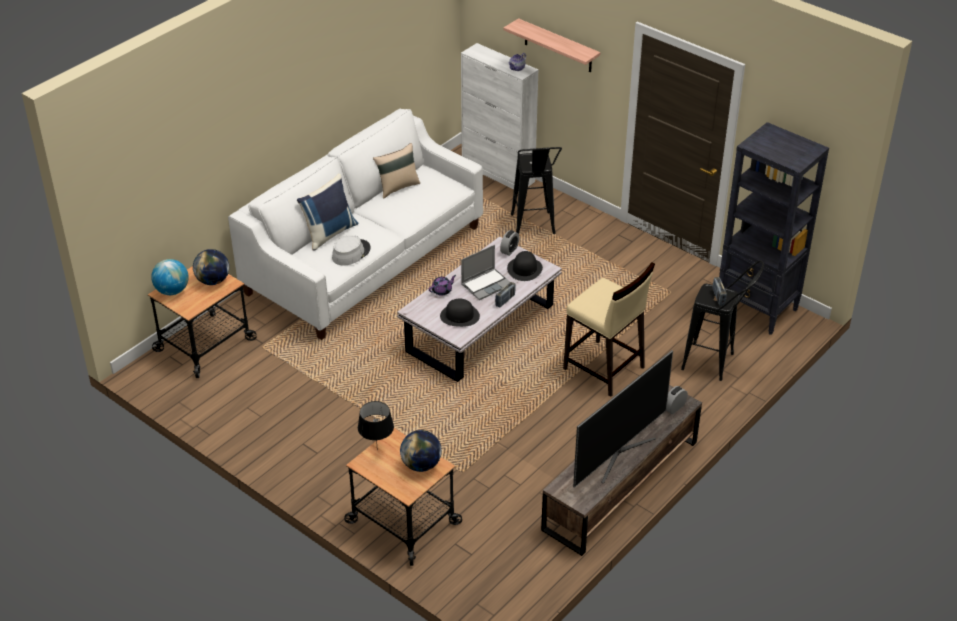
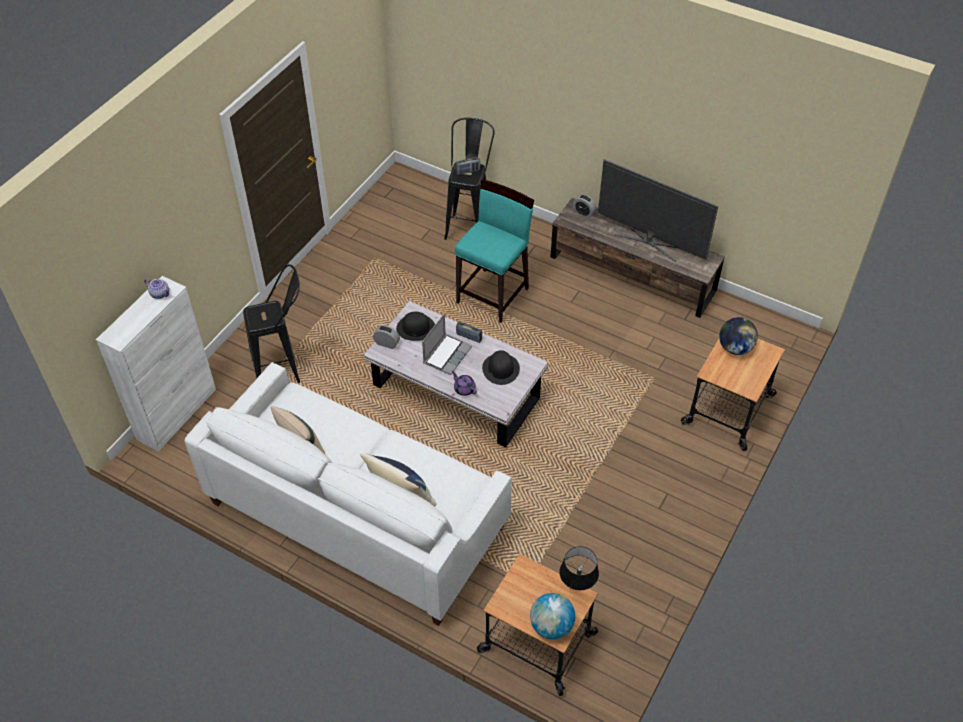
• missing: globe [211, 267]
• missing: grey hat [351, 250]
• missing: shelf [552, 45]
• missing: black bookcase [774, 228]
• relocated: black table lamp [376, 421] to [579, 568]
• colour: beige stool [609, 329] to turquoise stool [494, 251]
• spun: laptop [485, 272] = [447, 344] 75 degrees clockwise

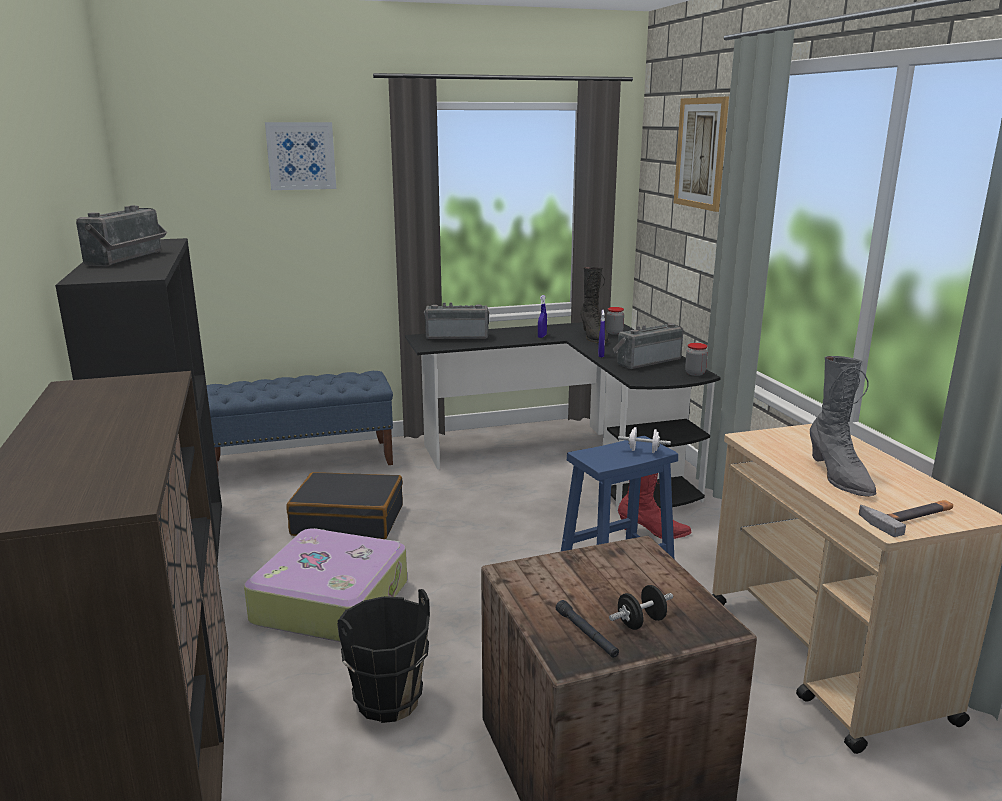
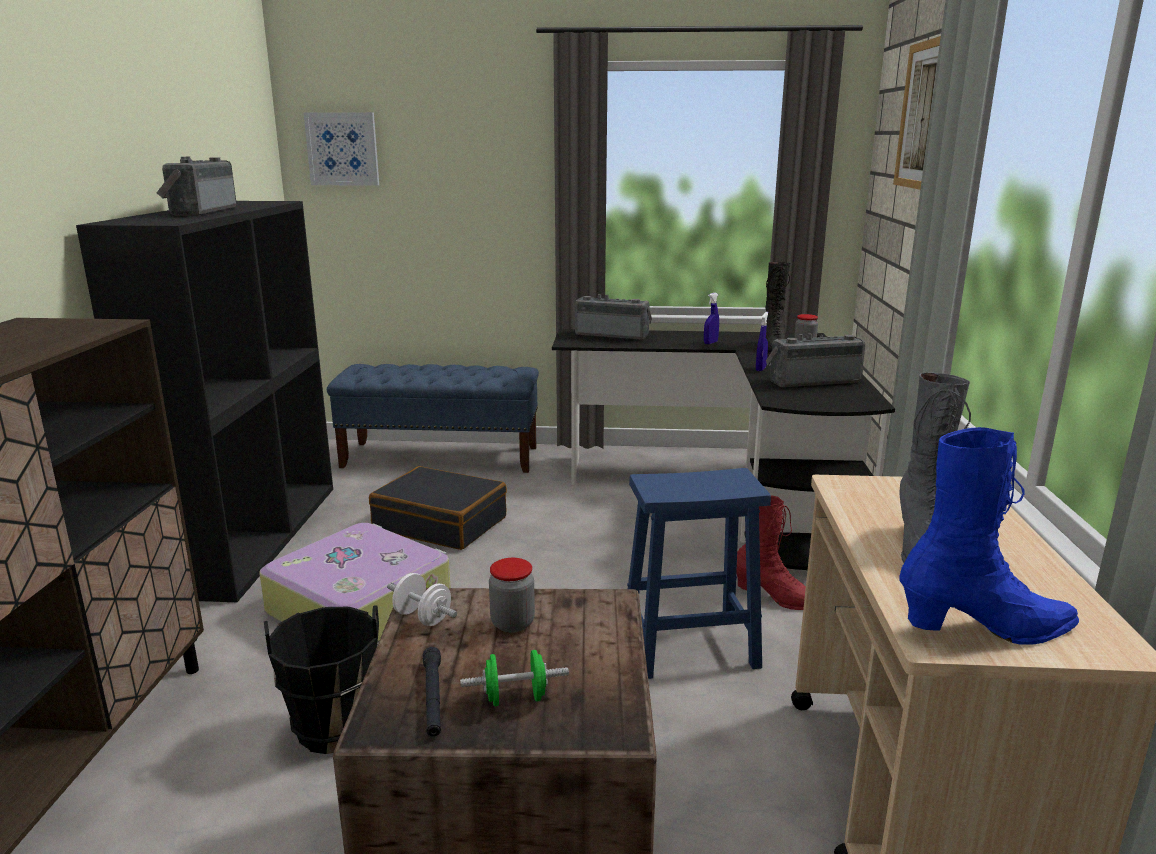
• relocated: picture [300, 156] to [341, 149]
• relocated: white dumbbell [644, 440] to [422, 599]
• relocated: jar [696, 359] to [512, 595]
• exchanged: hammer [906, 518] to blue boot [989, 536]
• colour: black dumbbell [641, 607] to green dumbbell [514, 678]
• spun: radio [121, 235] = [197, 186] 150 degrees clockwise

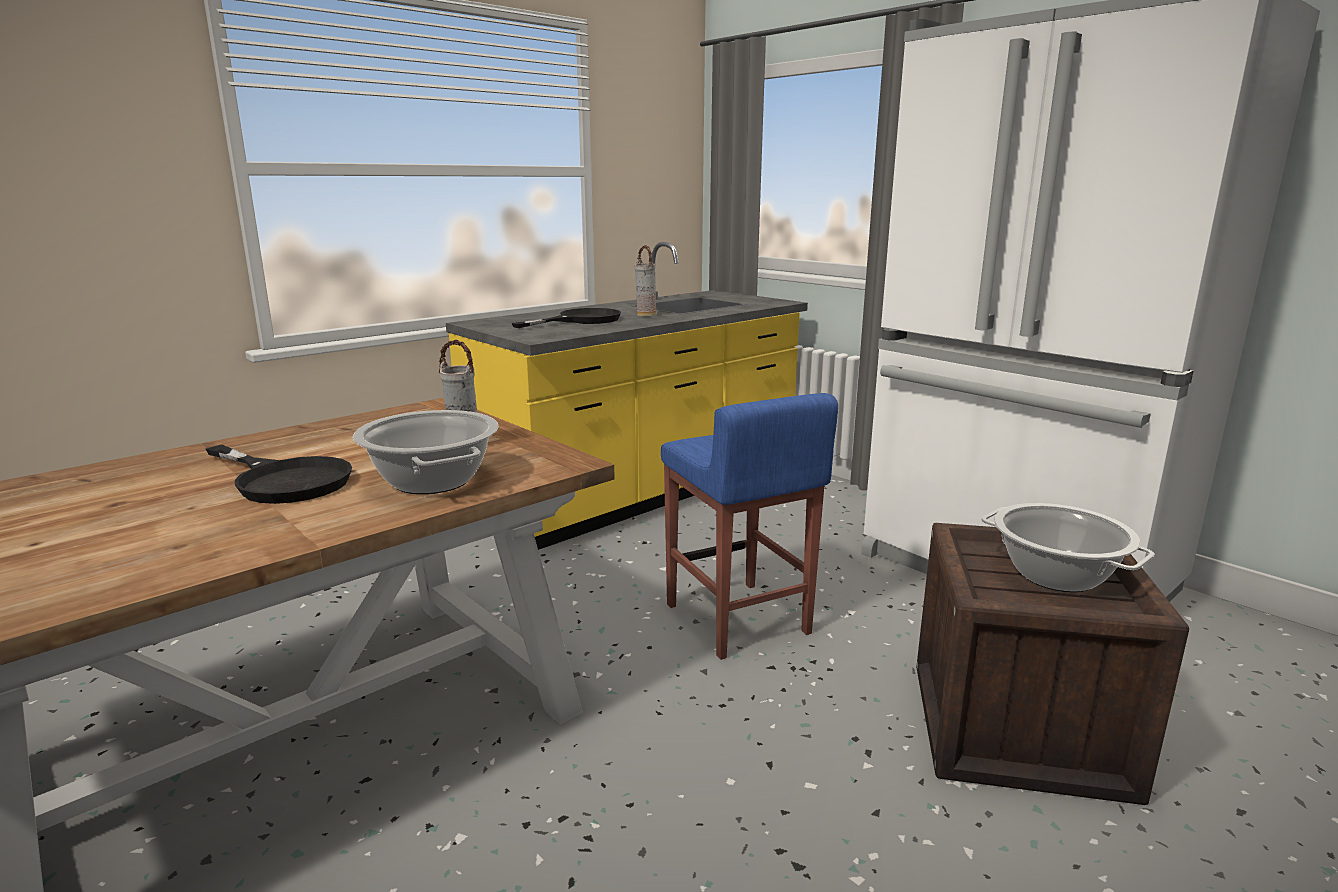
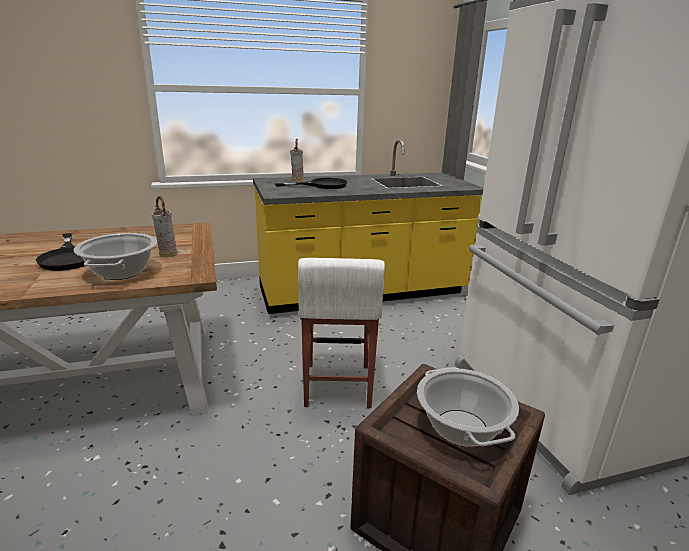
• relocated: vase [645, 280] to [297, 160]
• colour: blue stool [749, 526] to white stool [341, 333]

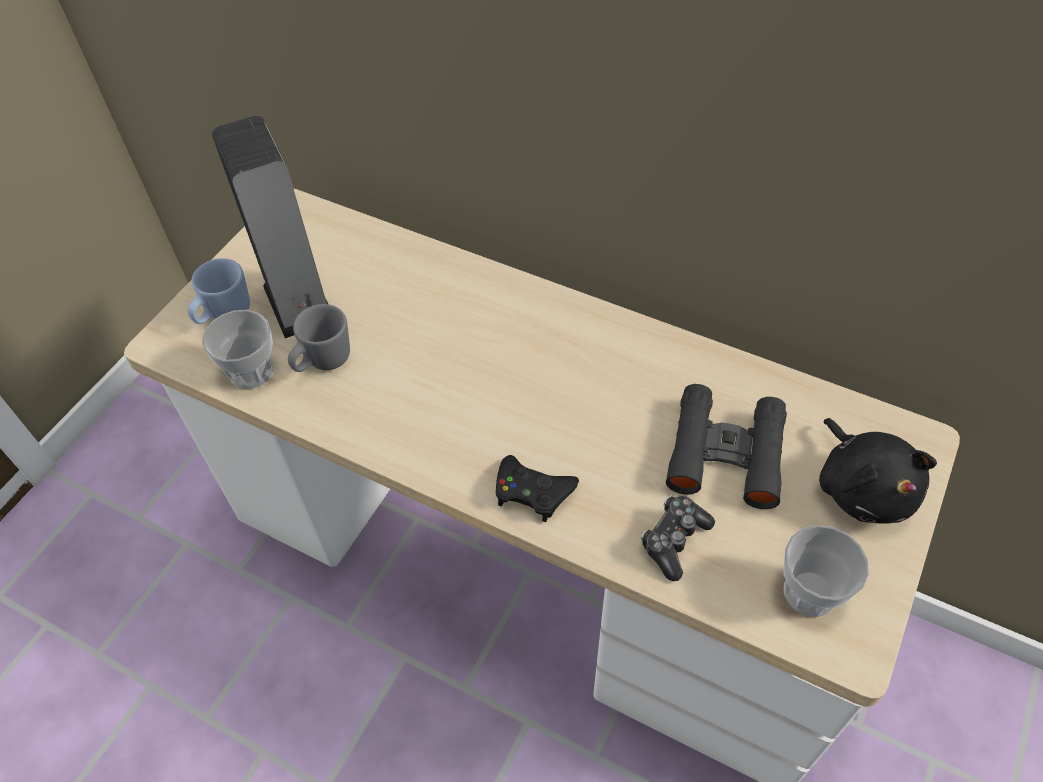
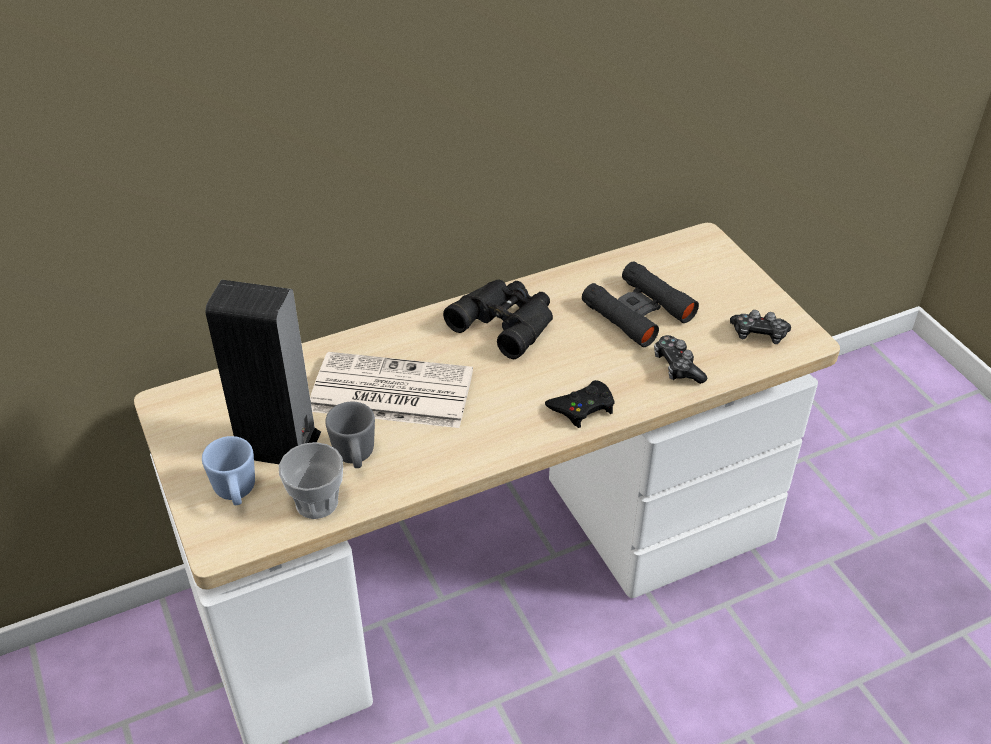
• missing: black plush toy [878, 471]
• appeared: newspaper [391, 390]
• appeared: black binoculars [498, 319]
• exchanged: cup [826, 571] to game controller [760, 327]

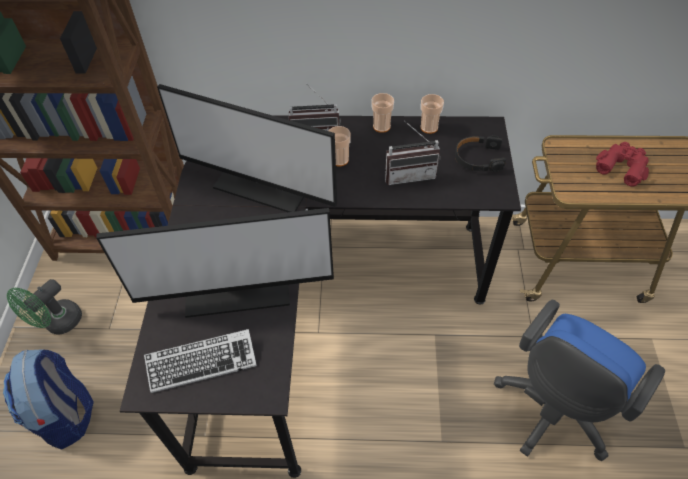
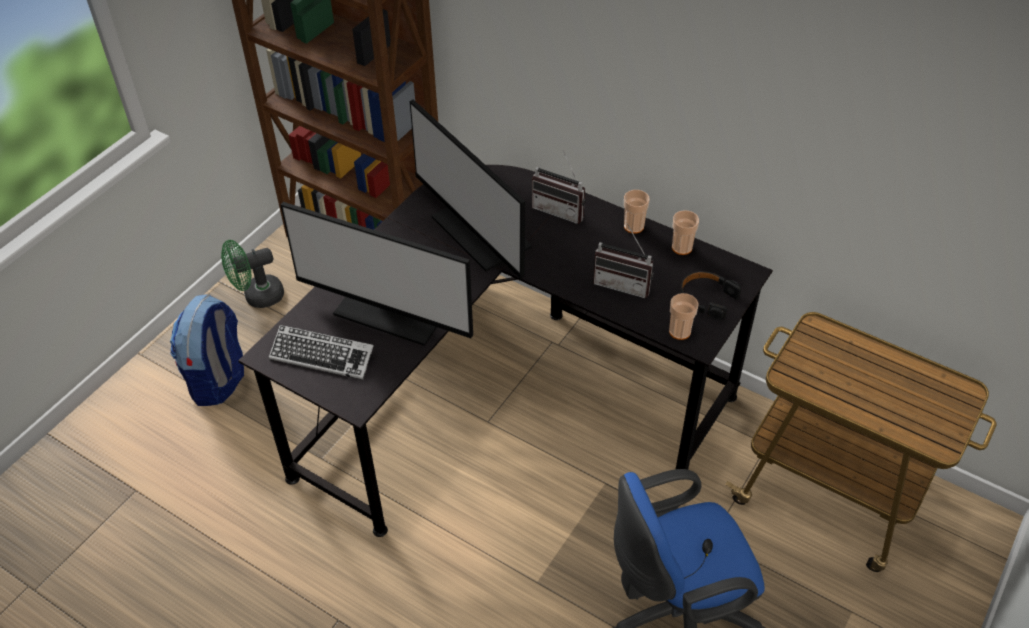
• missing: red binoculars [622, 164]
• relocated: cup [340, 146] to [684, 316]

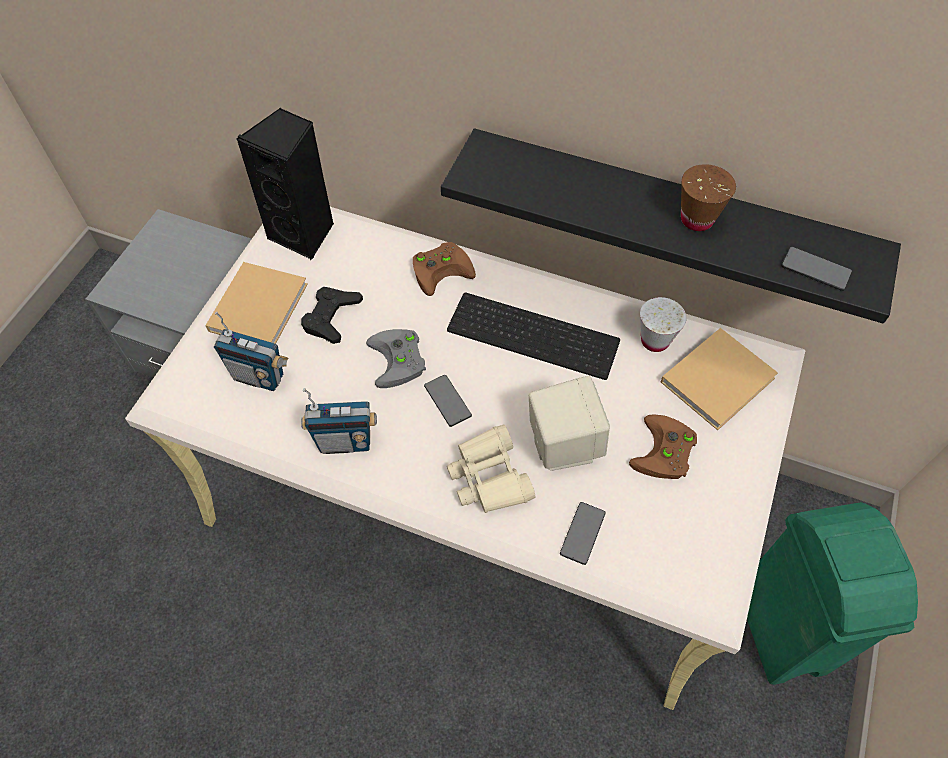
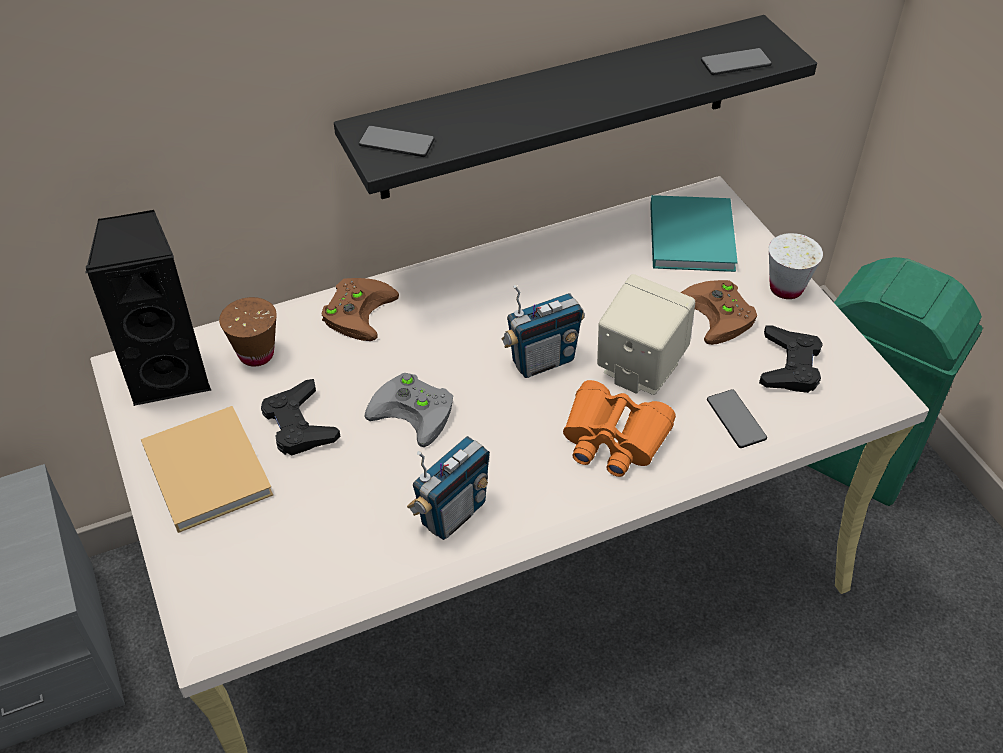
• missing: keyboard [533, 336]
• appeared: black game controller [791, 359]
• relocated: radio [251, 351] to [543, 331]
• relocated: phone [448, 401] to [397, 141]
• relocated: white cup [663, 324] to [796, 266]
• relocated: brown cup [708, 197] to [248, 332]
• colour: beige binoculars [491, 468] to orange binoculars [619, 428]
• colour: beige book [719, 379] to turquoise book [694, 233]

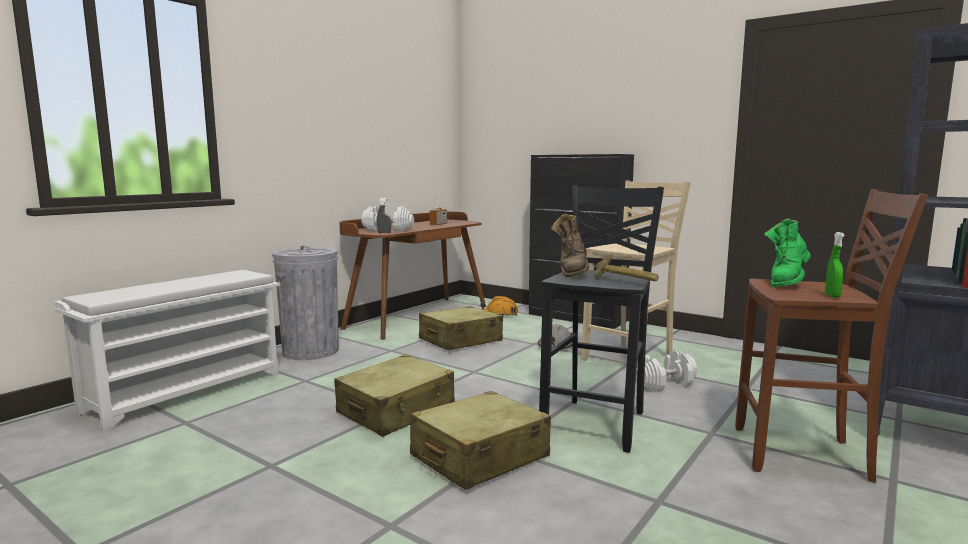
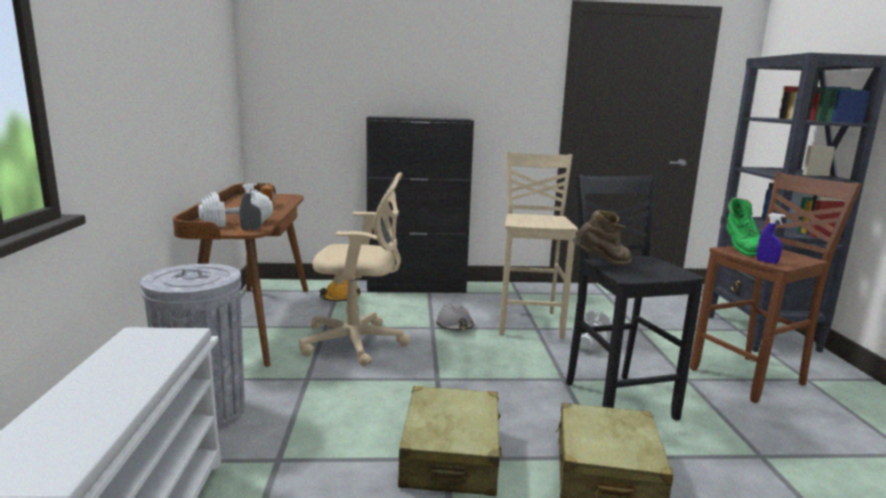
• missing: hammer [627, 268]
• missing: green spray bottle [835, 265]
• appeared: blue spray bottle [771, 238]
• exchanged: beige suitcase [461, 328] to beige office chair [354, 269]
• spun: brown boot [570, 245] = [601, 238] 75 degrees counterclockwise

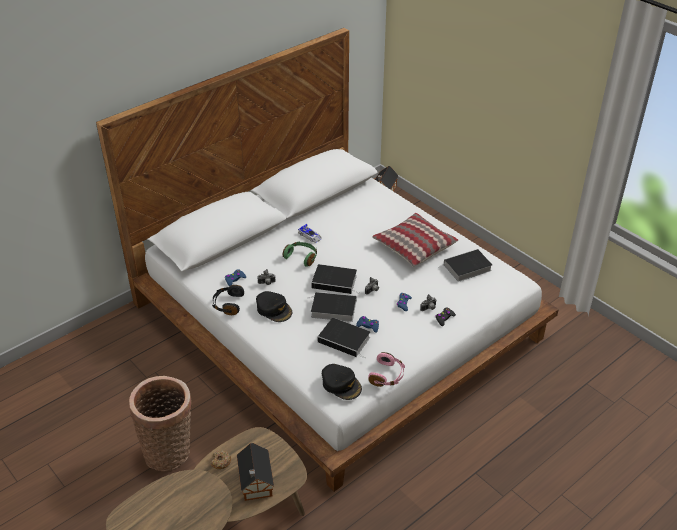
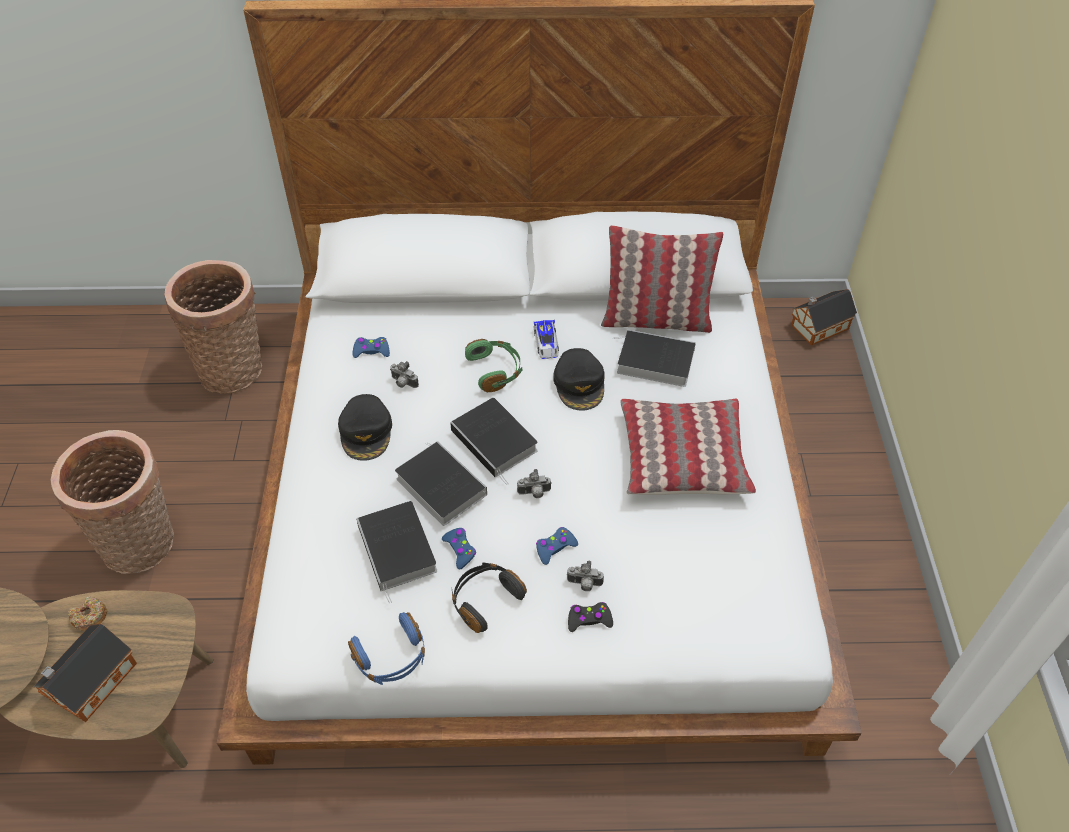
• appeared: basket [213, 327]
• appeared: pillow [662, 279]
• relocated: black headphones [228, 300] to [489, 597]
• relocated: black cap [342, 382] to [579, 379]
• relocated: book [465, 265] to [655, 358]
• colour: pink headphones [386, 369] to blue headphones [386, 648]

